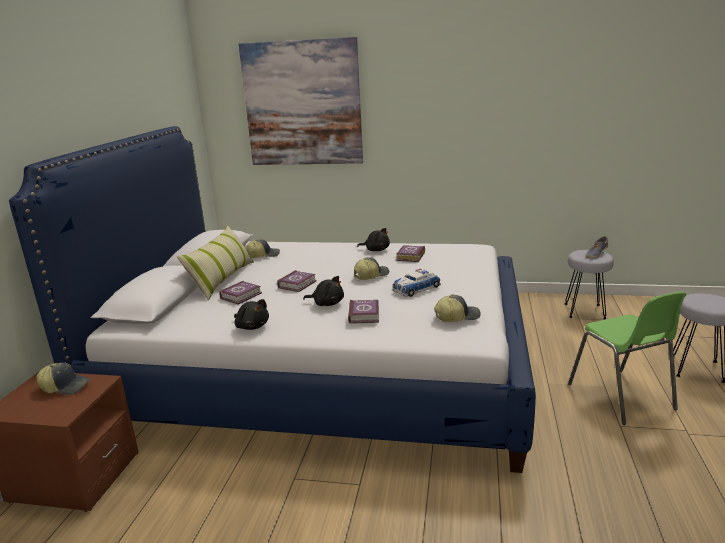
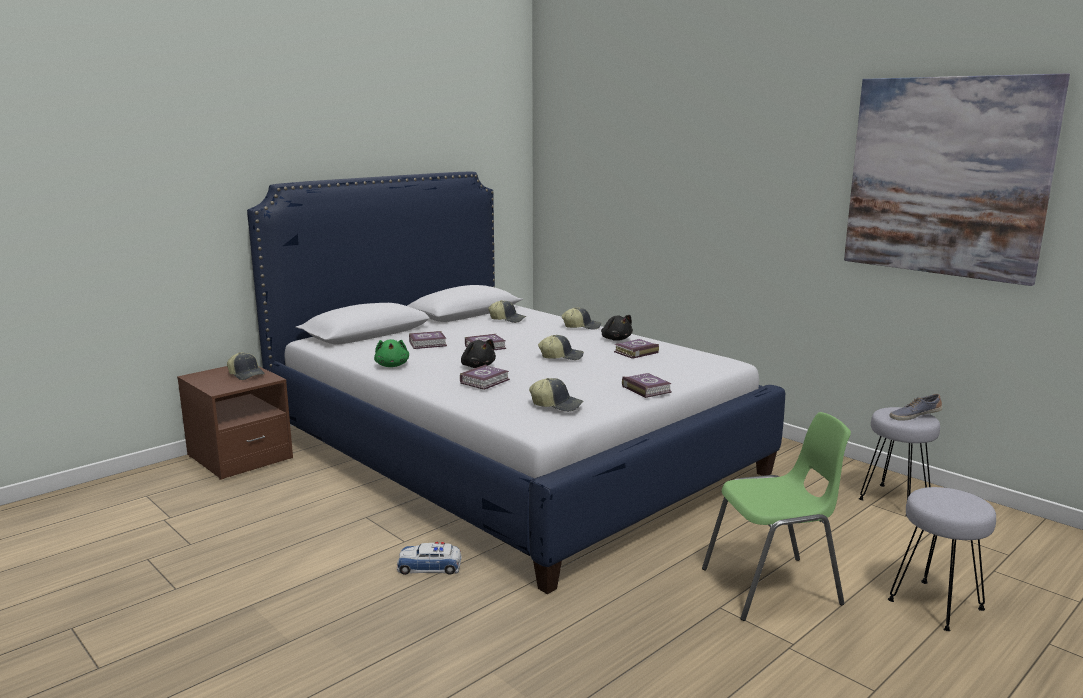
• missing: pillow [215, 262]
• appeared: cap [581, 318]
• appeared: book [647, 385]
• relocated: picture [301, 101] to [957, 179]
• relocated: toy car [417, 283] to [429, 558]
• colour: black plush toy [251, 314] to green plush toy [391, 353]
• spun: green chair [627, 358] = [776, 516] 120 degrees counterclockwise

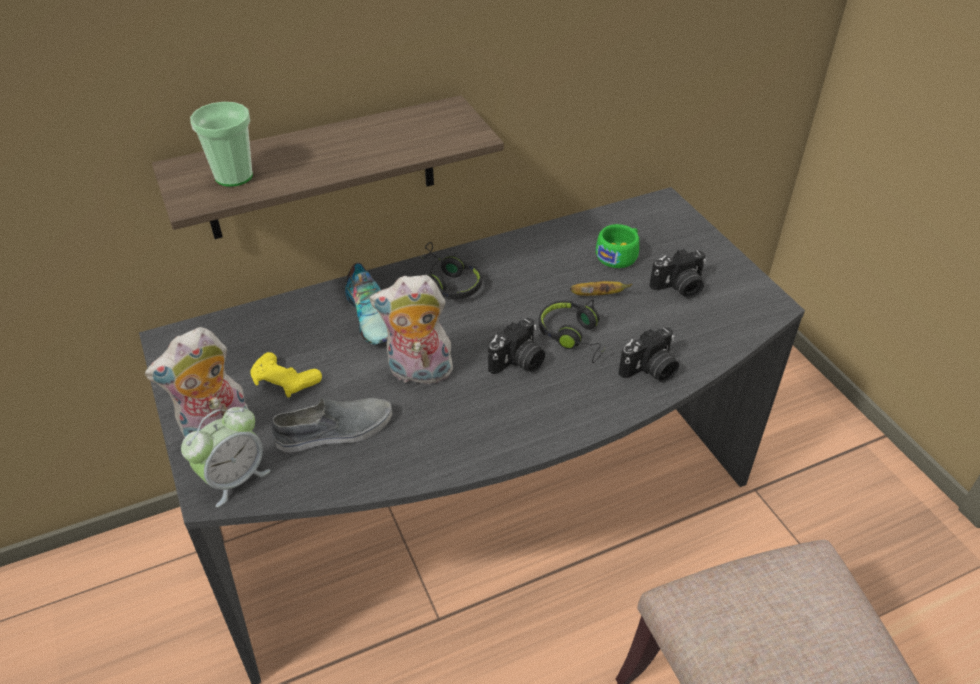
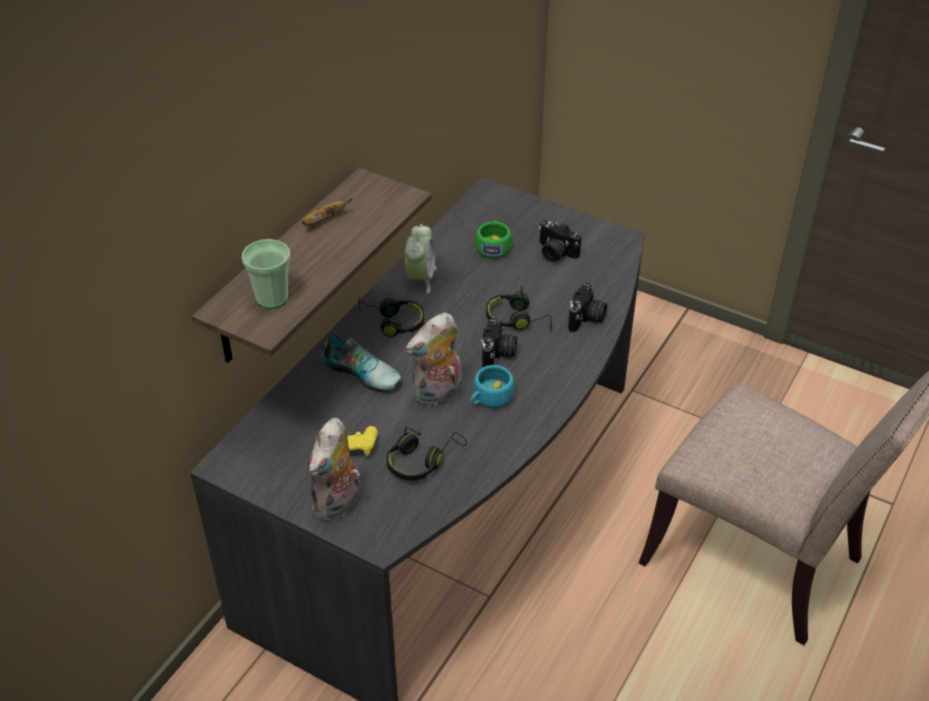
• appeared: turquoise cup [492, 386]
• relocated: alarm clock [226, 457] to [421, 258]
• relocated: banana [601, 288] to [327, 212]
• exchanged: grey shoe [332, 425] to black headphones [426, 454]
• spun: photo camera [677, 273] = [560, 241] 90 degrees clockwise

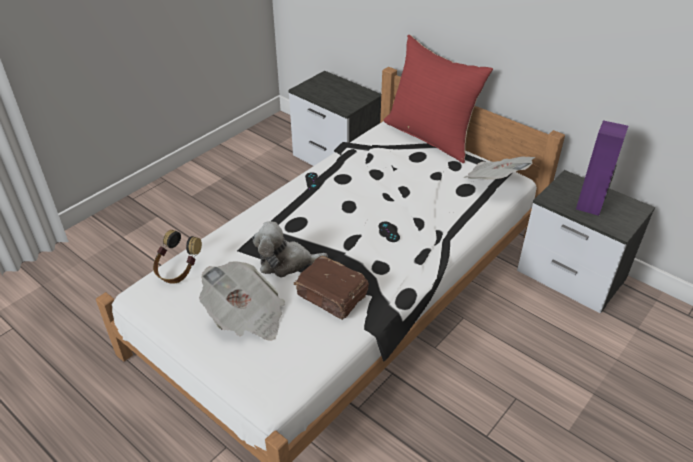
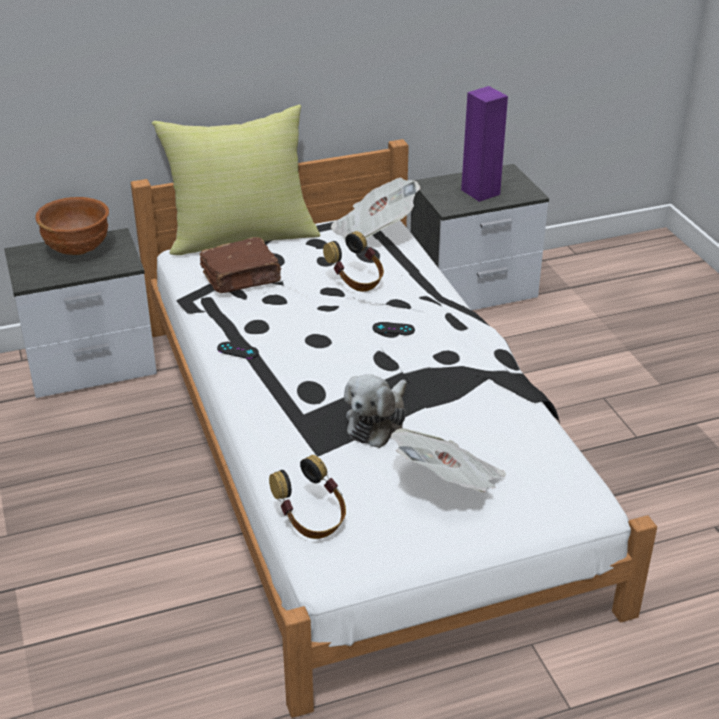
• appeared: brown bowl [72, 226]
• appeared: headphones [353, 261]
• relocated: brown book [331, 288] to [240, 265]
• colour: red pillow [438, 99] to yellow pillow [236, 180]

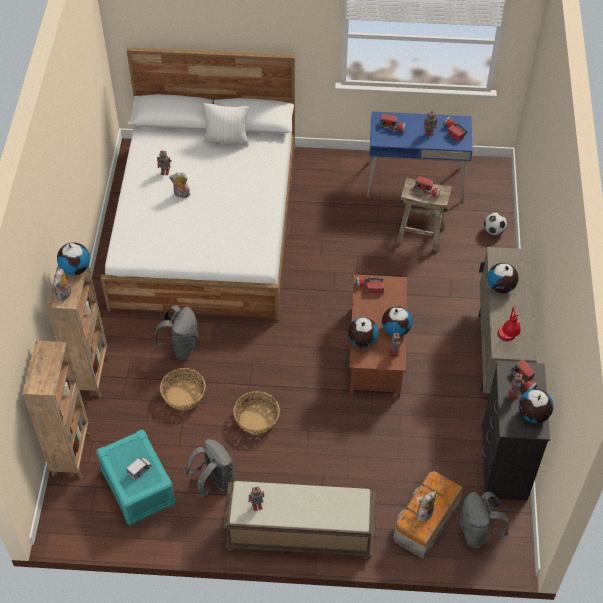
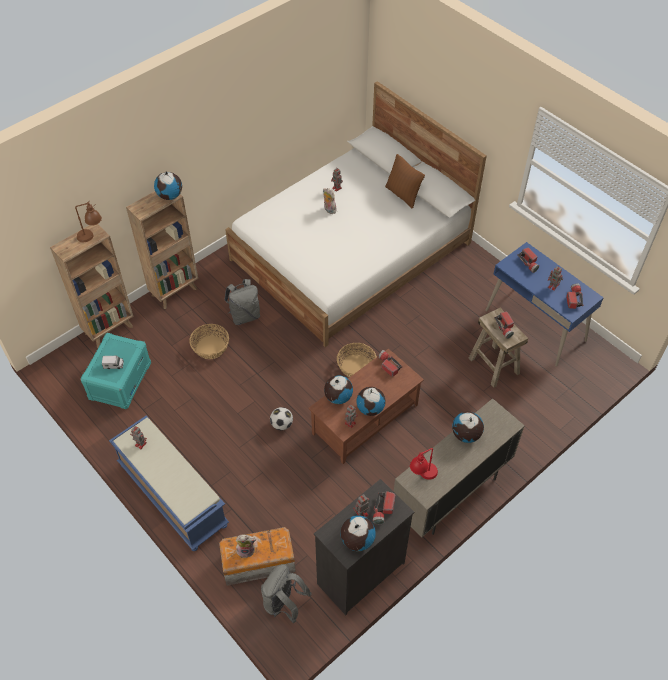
• missing: plush toy [62, 285]
• missing: grey backpack [209, 468]
• appeared: brown table lamp [88, 222]
• relocated: basket [256, 412] to [357, 360]
• relocated: football [495, 224] to [281, 418]
• colour: white pillow [226, 124] to brown pillow [405, 181]
• colour: brown bench [299, 520] to blue bench [169, 483]

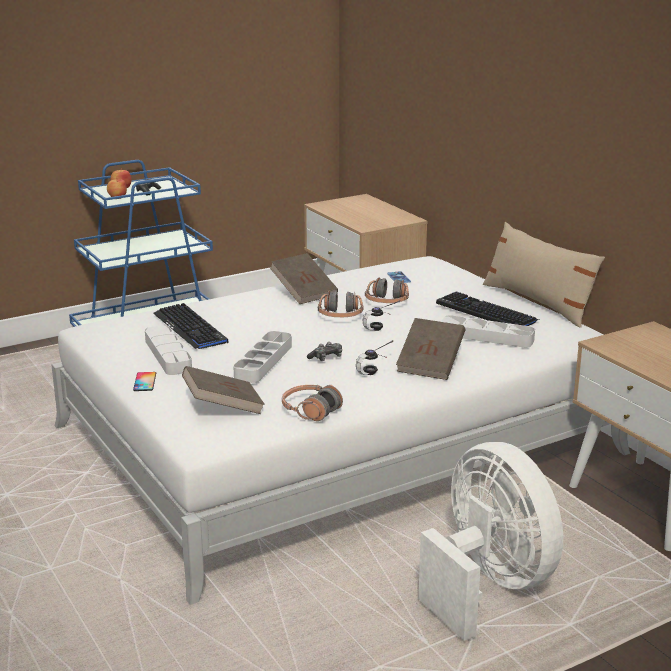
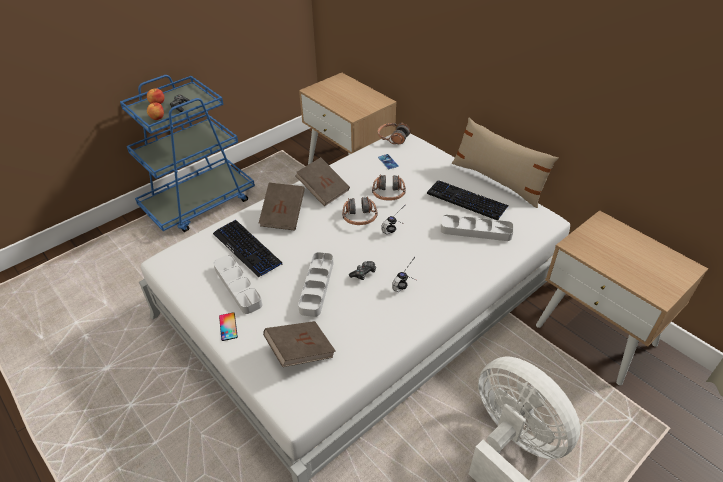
• relocated: headphones [312, 403] to [394, 133]
• relocated: brown book [430, 349] to [282, 207]

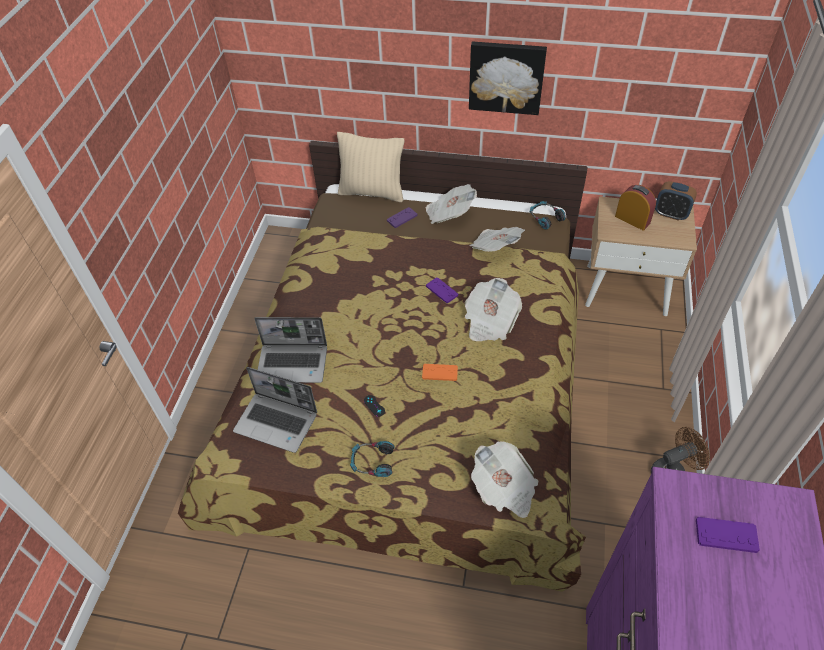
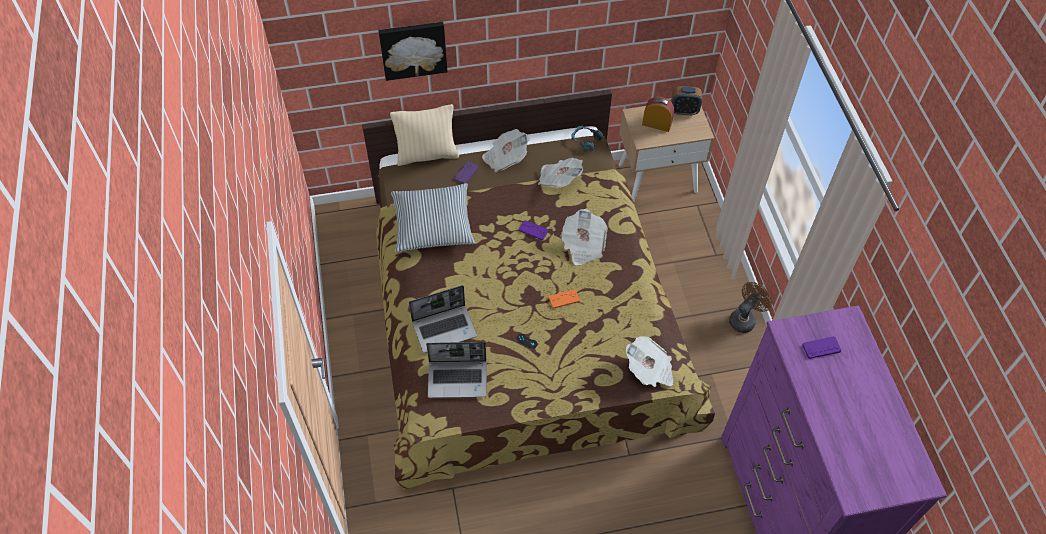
• missing: headphones [372, 459]
• appeared: pillow [433, 217]
• relocated: picture [508, 78] to [412, 51]

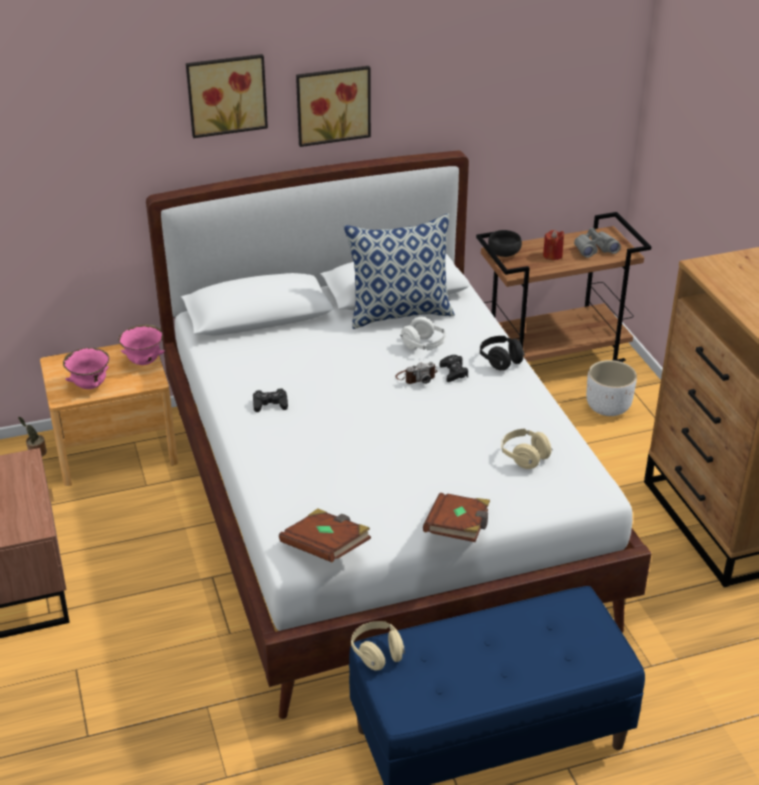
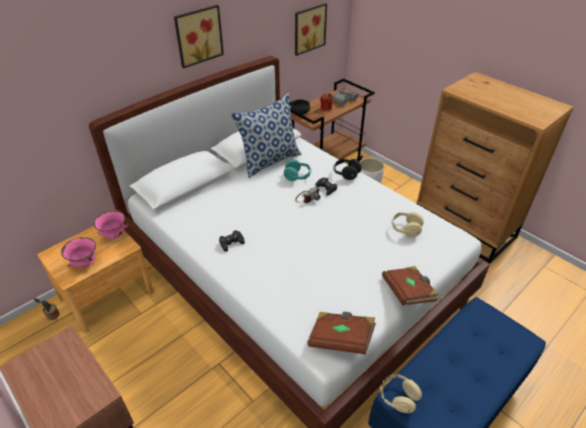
• relocated: picture [227, 96] to [311, 29]
• colour: white headphones [423, 334] to turquoise headphones [297, 170]

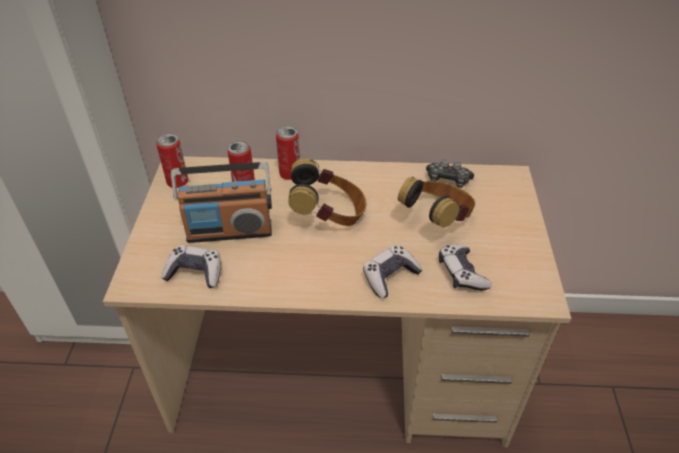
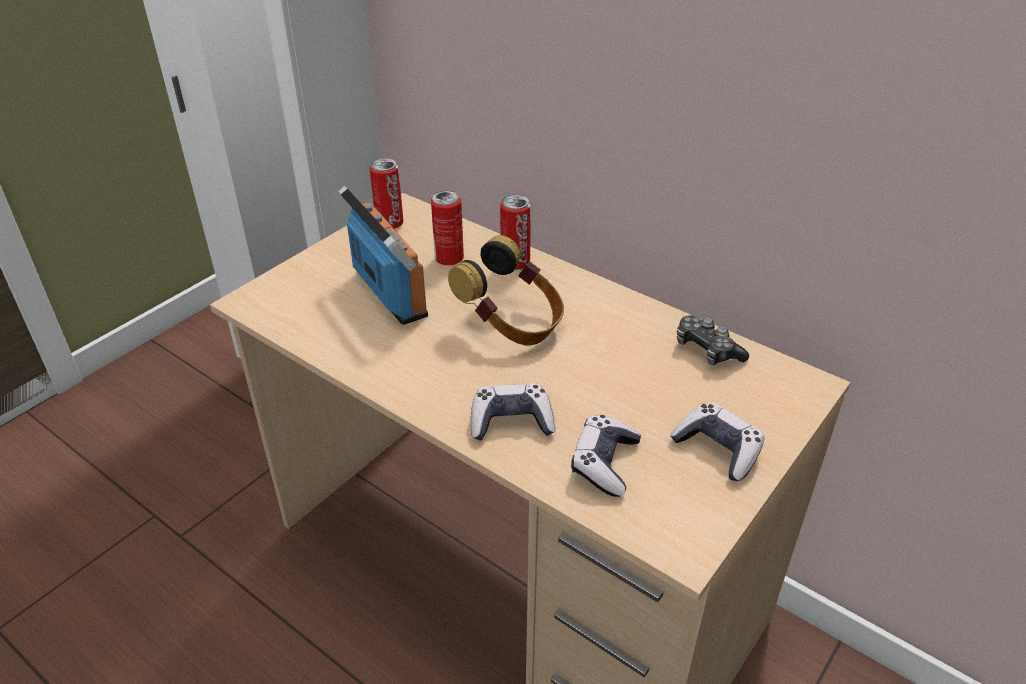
• missing: headphones [436, 202]
• relocated: game controller [191, 266] to [717, 441]
• spun: radio [221, 202] = [383, 255] 150 degrees counterclockwise

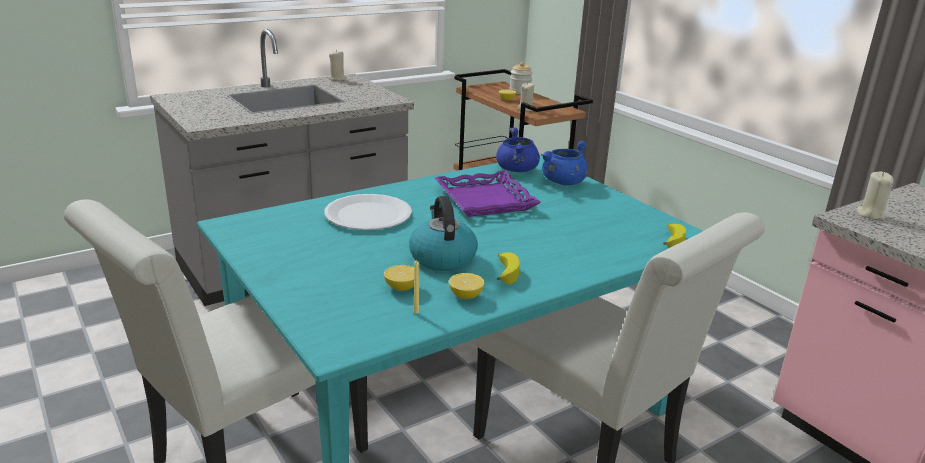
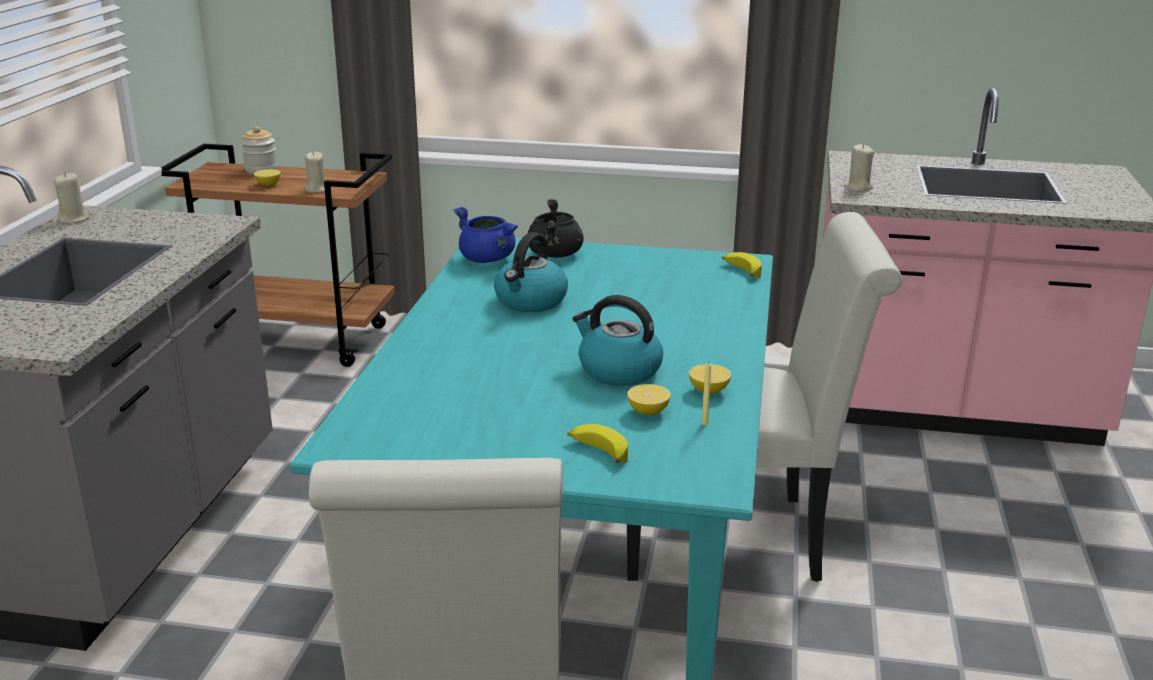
• missing: white plate [368, 212]
• relocated: banana [508, 268] to [597, 443]
• exchanged: purple tray [488, 194] to kettle [531, 272]
• colour: blue cooking pot [564, 163] to black cooking pot [555, 228]

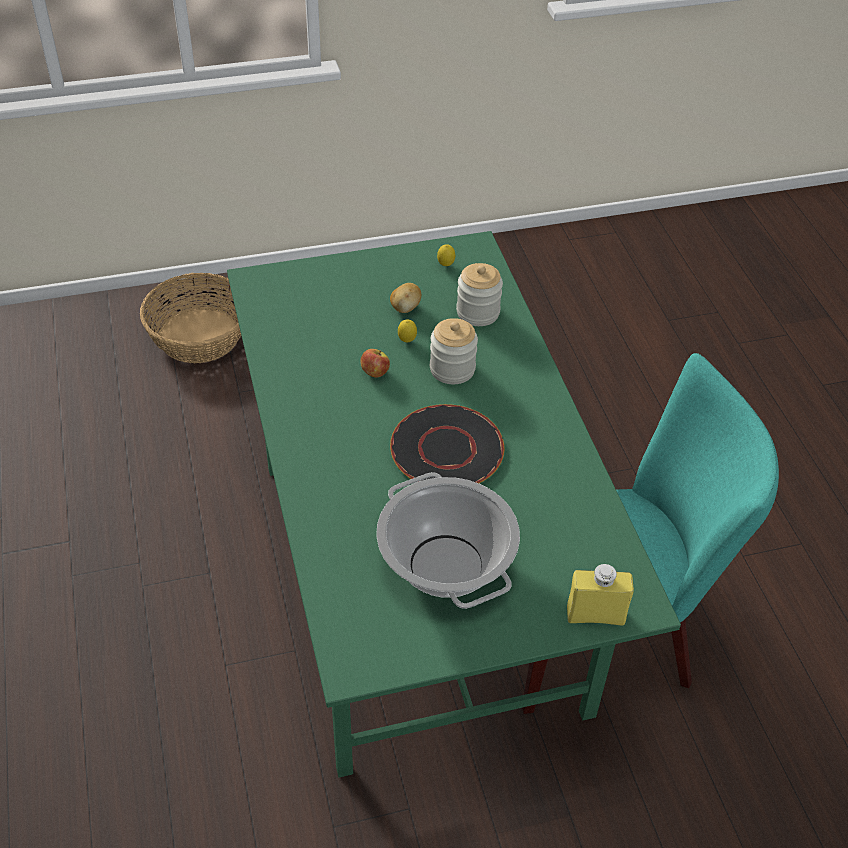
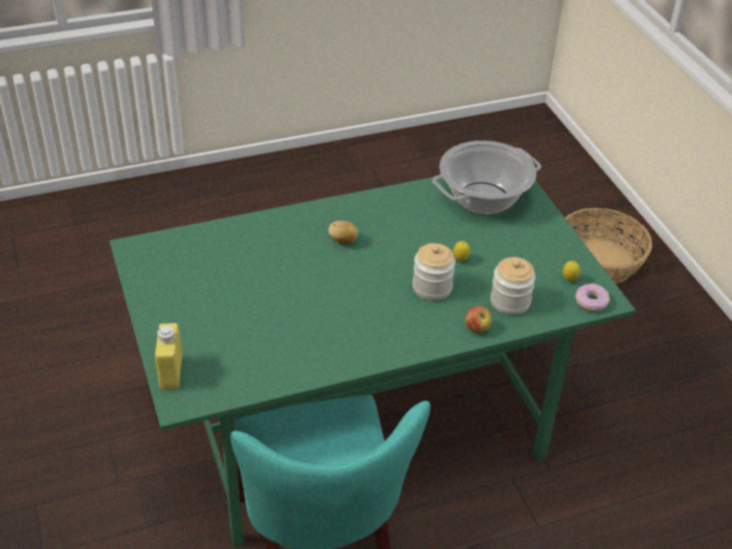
• missing: black plate [447, 443]
• appeared: donut [592, 297]
• relocated: apple [375, 363] to [478, 319]
• relocated: cooking pot [448, 540] to [486, 177]
• relocated: potato [405, 298] to [343, 232]

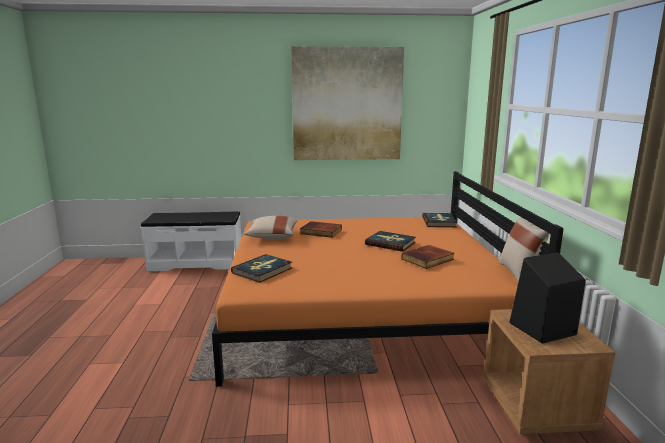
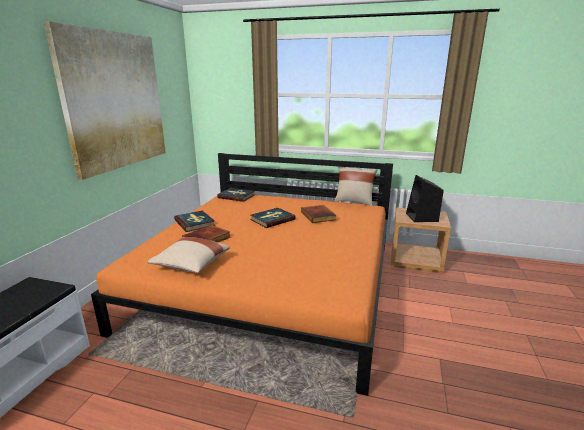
• relocated: book [261, 268] to [194, 221]

